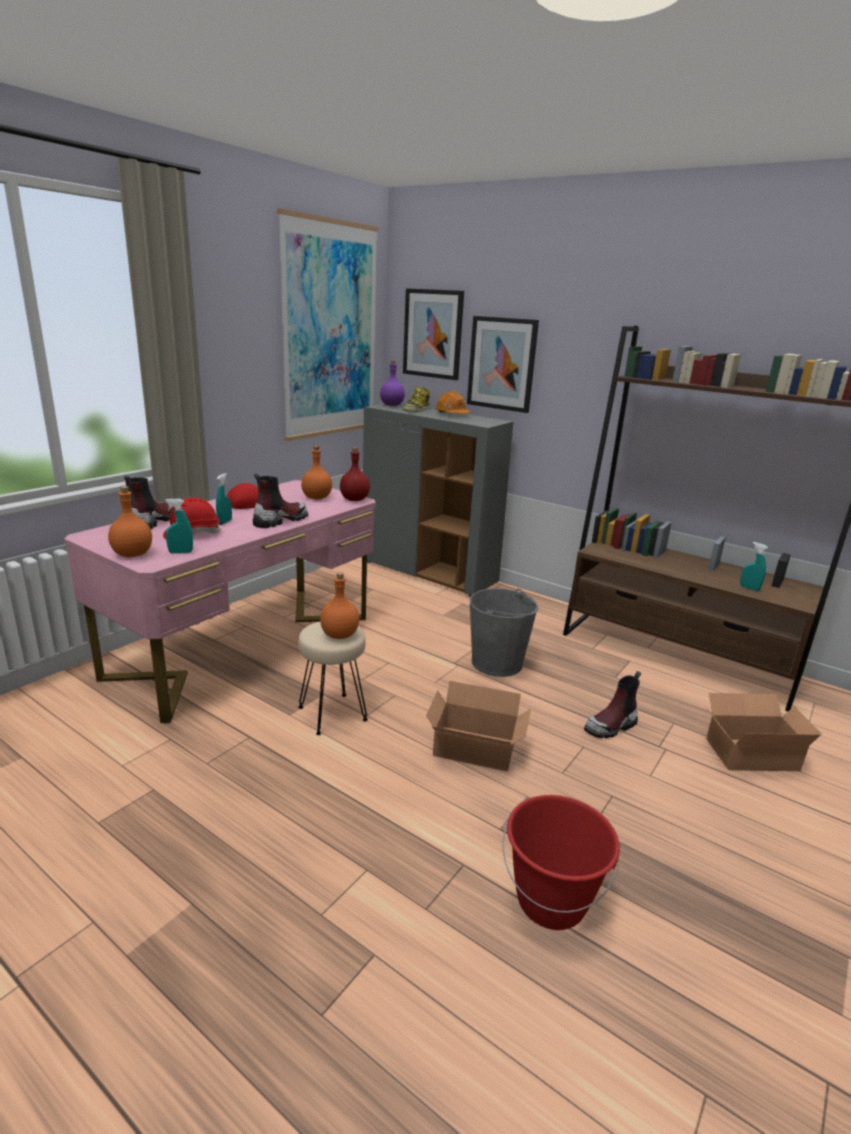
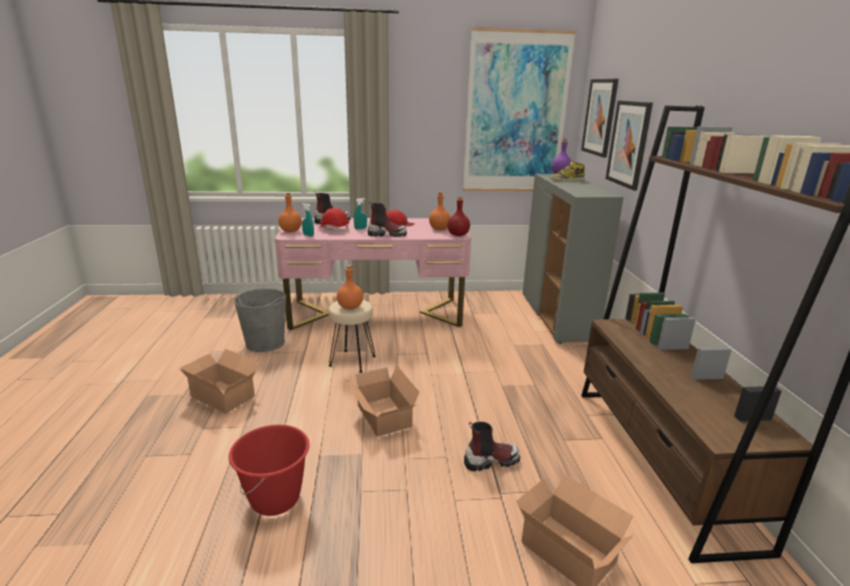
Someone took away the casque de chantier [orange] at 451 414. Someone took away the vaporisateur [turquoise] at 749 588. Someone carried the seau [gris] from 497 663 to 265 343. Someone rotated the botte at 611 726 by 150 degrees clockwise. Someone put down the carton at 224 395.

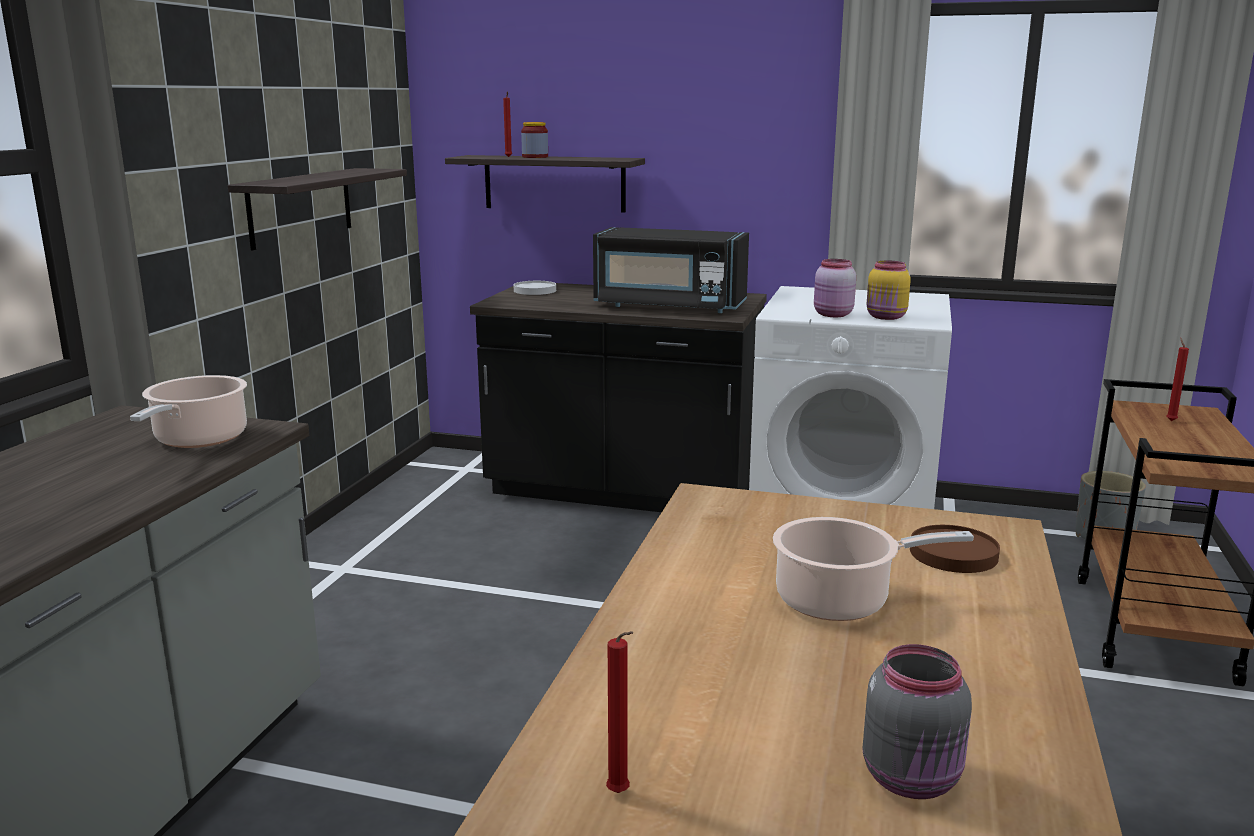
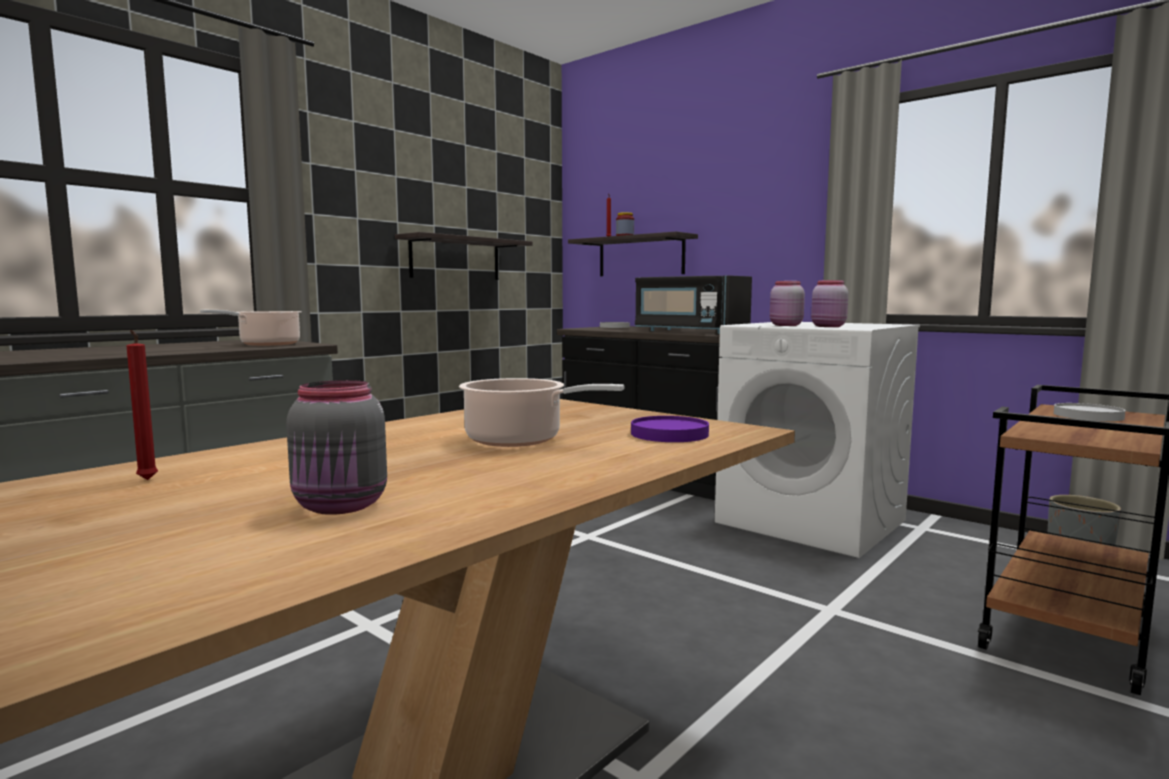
Someone repainted the bocal [jaune] at 886 317, which became the bocal [rose] at 828 326. Someone swapped the bougie [rouge] at 1170 420 for the assiette [blanc] at 1088 416. Someone repainted the assiette [marron] at 954 554, which became the assiette [violet] at 669 434.

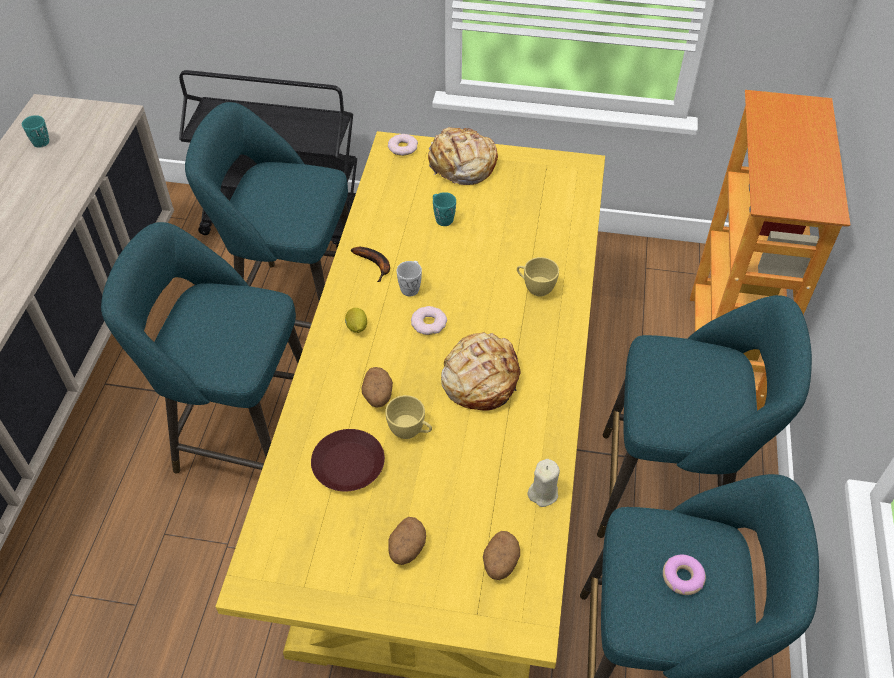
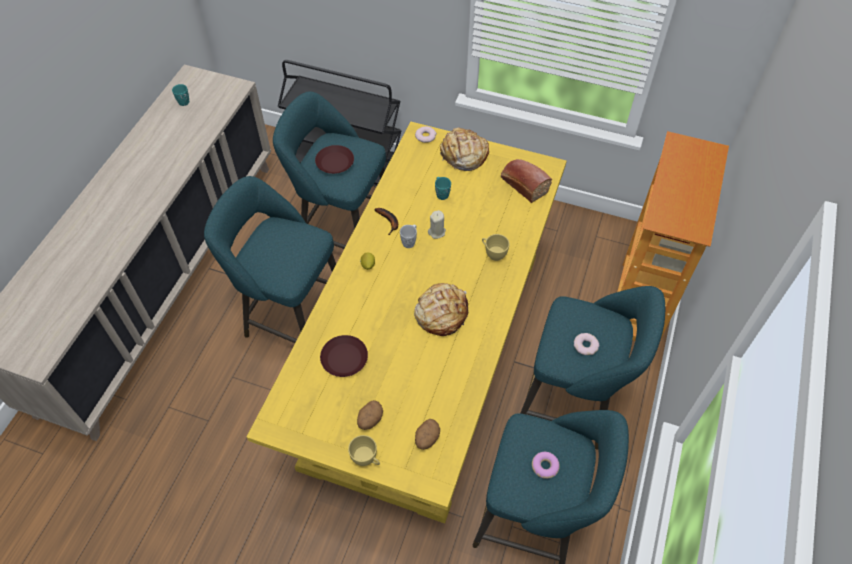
Someone carried the beignet from 429 323 to 585 345. Someone took away the pomme de terre at 377 396. Someone carried the tasse [jaune] from 410 431 to 366 459. Someone carried the bougie [beige] from 543 493 to 437 232. Someone put down the assiette [marron] at 335 163. Someone put down the pain at 522 185.

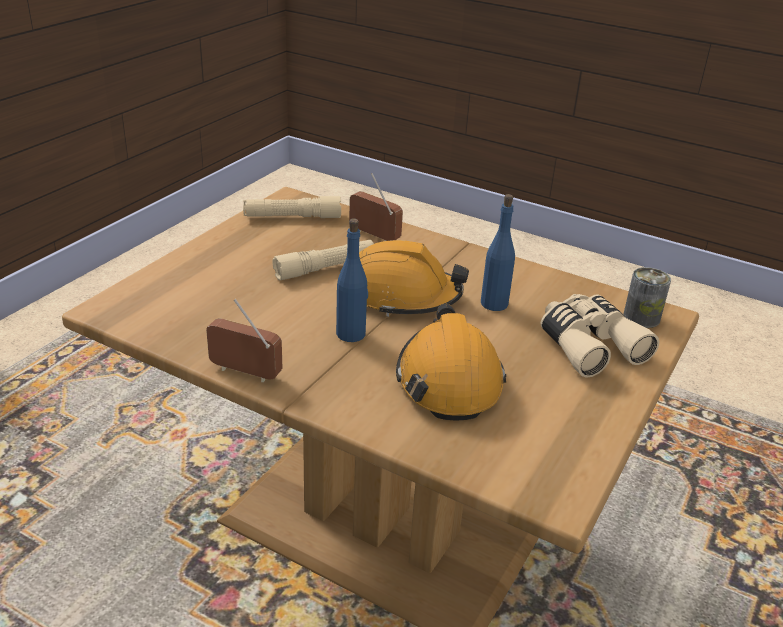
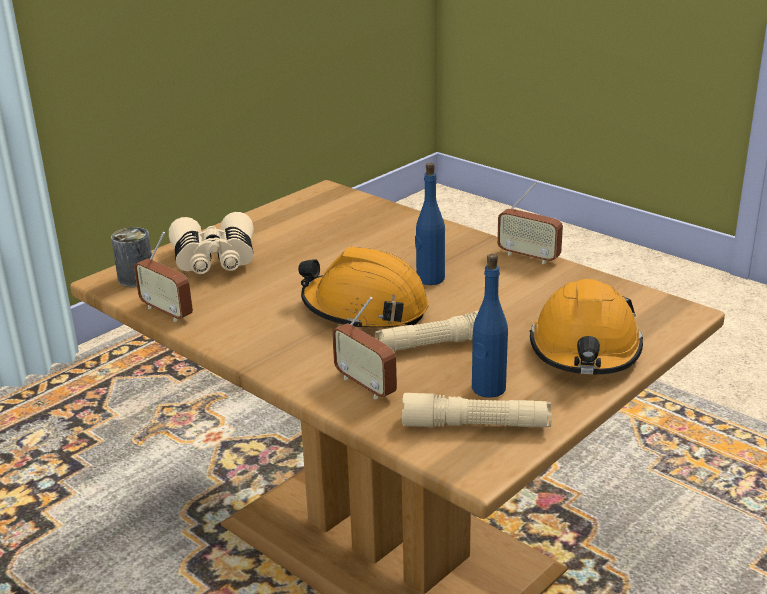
Someone carried the bouteille [bleu] from 494 303 to 488 389. Someone carried the casque de chantier [orange] from 448 379 to 585 350. Someone put down the radio at 167 312.

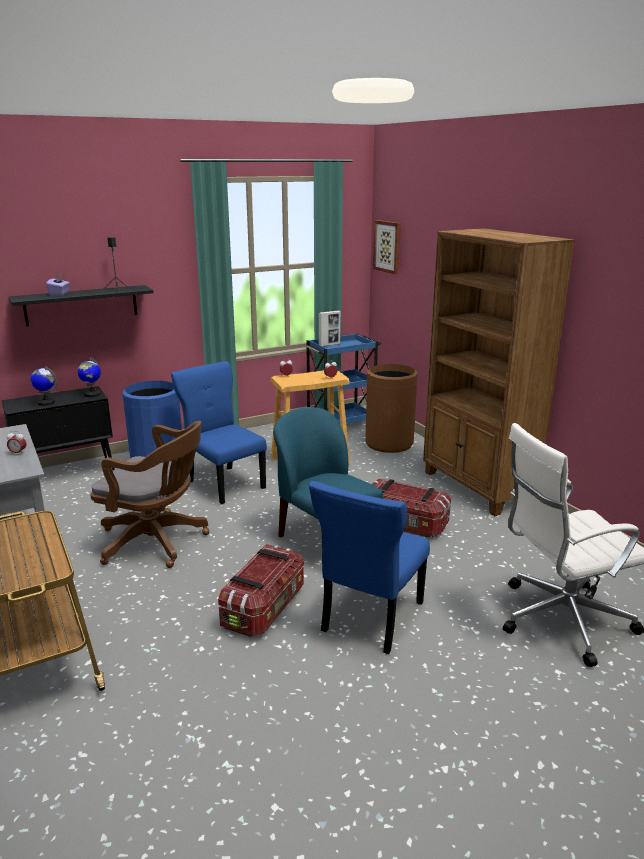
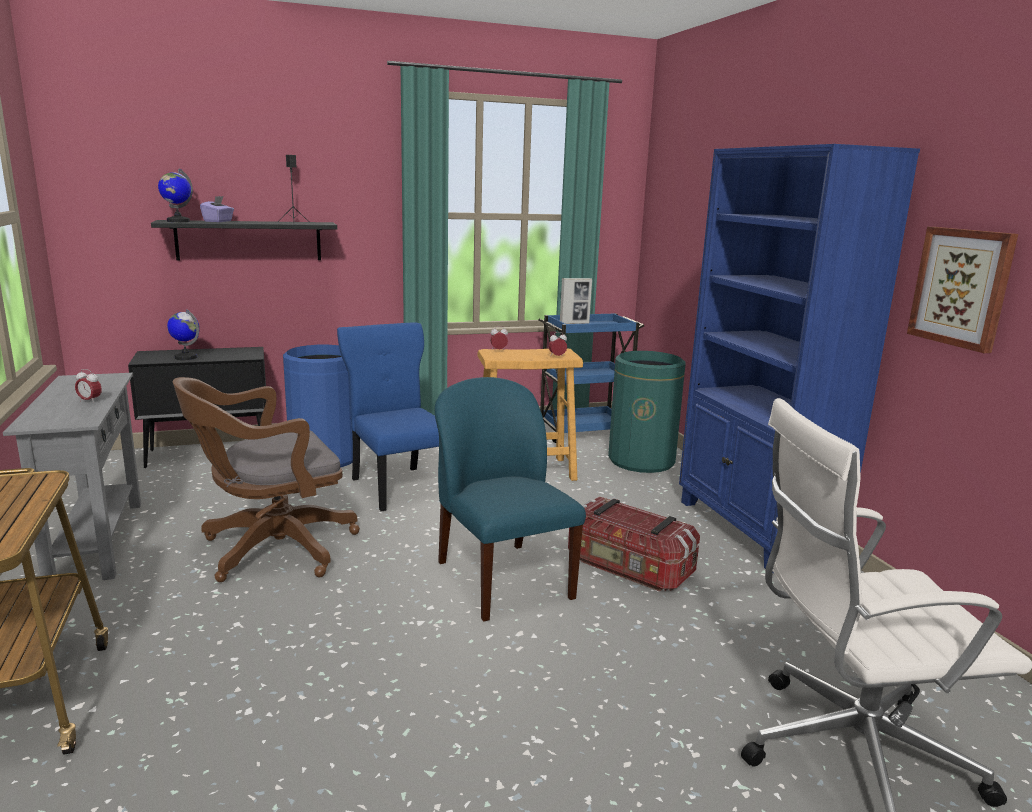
Someone carried the tableau from 388 246 to 961 287. Someone repainted the bibliothèque [marron] at 477 488, which became the bibliothèque [bleu] at 754 530. Someone carried the globe from 92 394 to 178 221. Someone repainted the poubelle [marron] at 389 443, which became the poubelle [vert] at 641 460. Someone rotated the chaise de bureau [marron] at 157 542 by 120 degrees clockwise. Someone took away the chaise [bleu] at 370 618. Someone took away the boîte de rangement at 265 608.

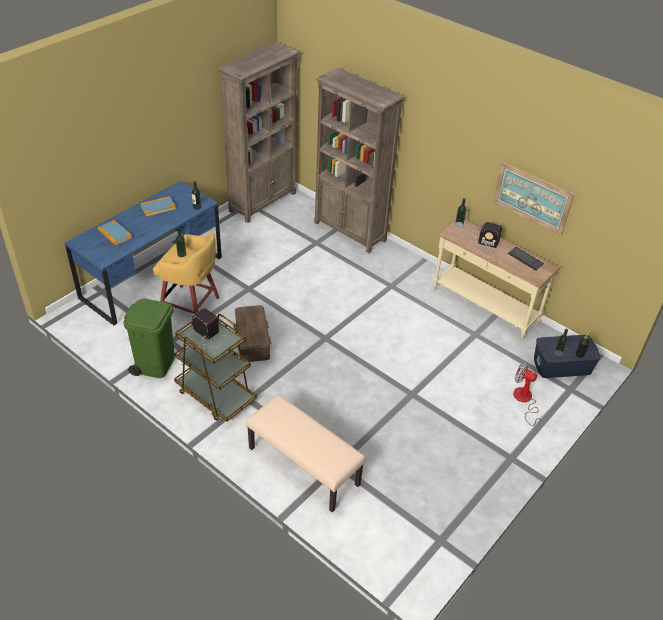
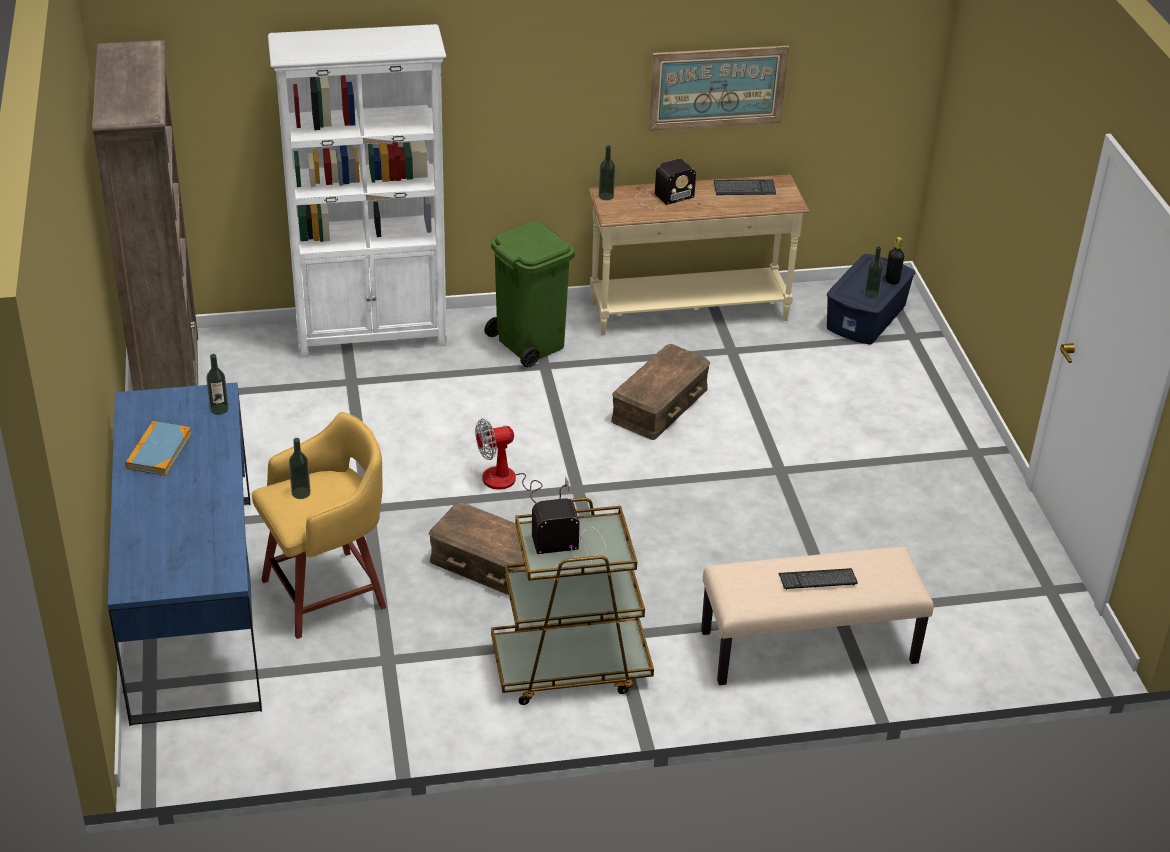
Someone repainted the bibliothèque [marron] at 350 232, which became the bibliothèque [blanc] at 372 335. Someone took away the livre at 115 234. Someone carried the poubelle [vert] from 155 364 to 529 342. Someone carried the ventilateur from 524 400 to 510 483. Someone put down the boîte de rangement [marron] at 660 405. Someone put down the clavier at 817 580.

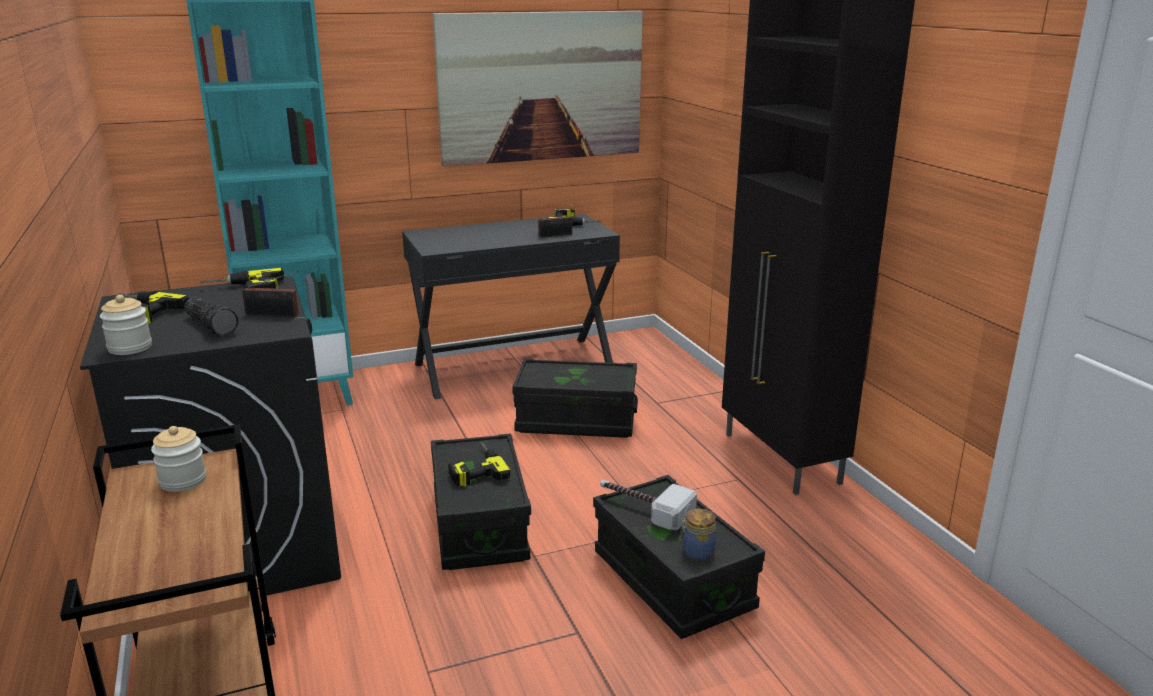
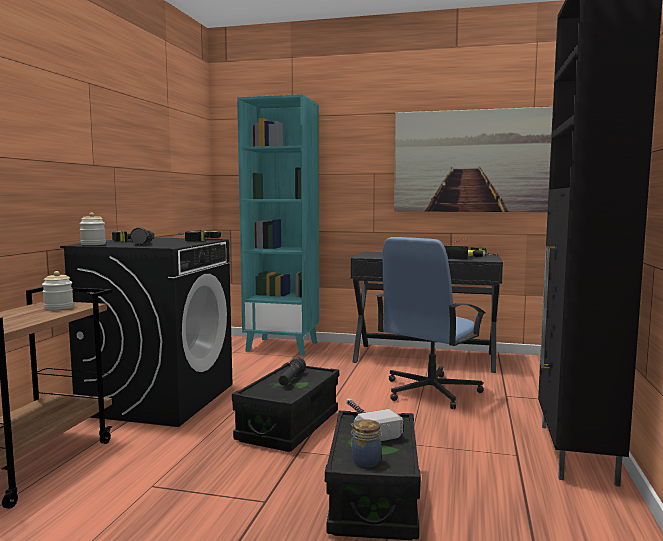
Someone took away the radio at 275 315. Someone swapped the boîte de rangement [noir] at 576 420 for the chaise de bureau [bleu] at 429 391. Someone swapped the perceuse at 474 468 for the lampe de poche [noir] at 291 380.

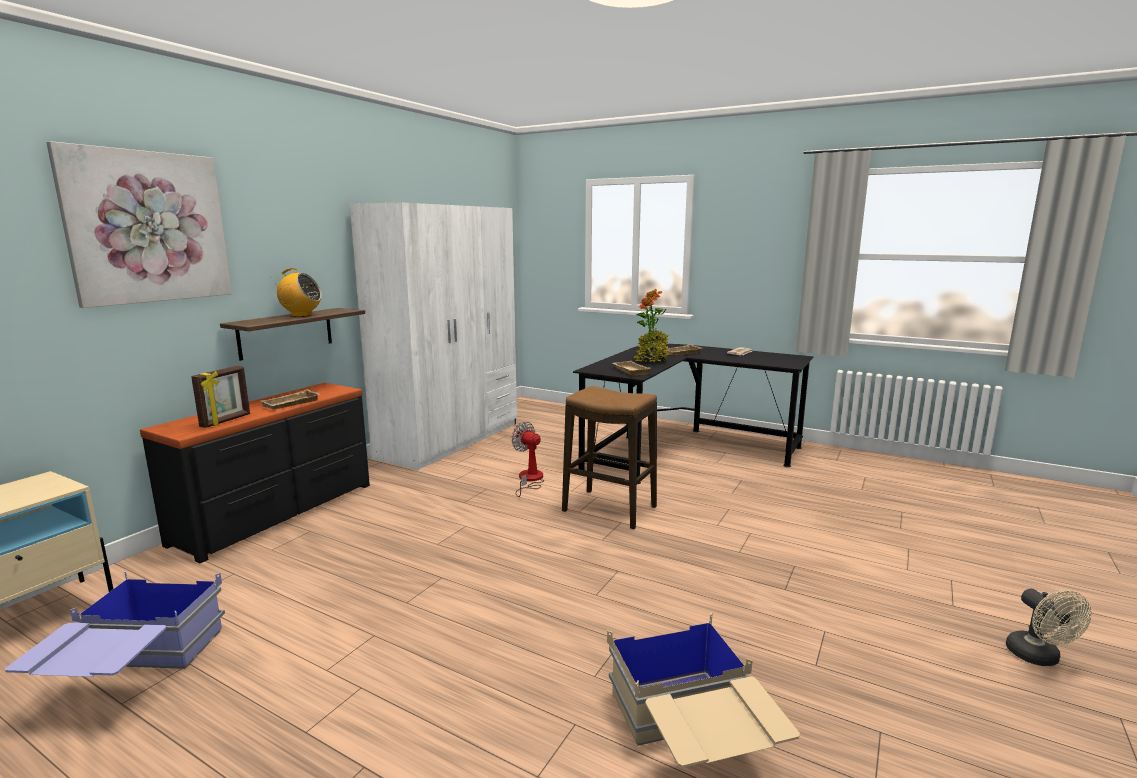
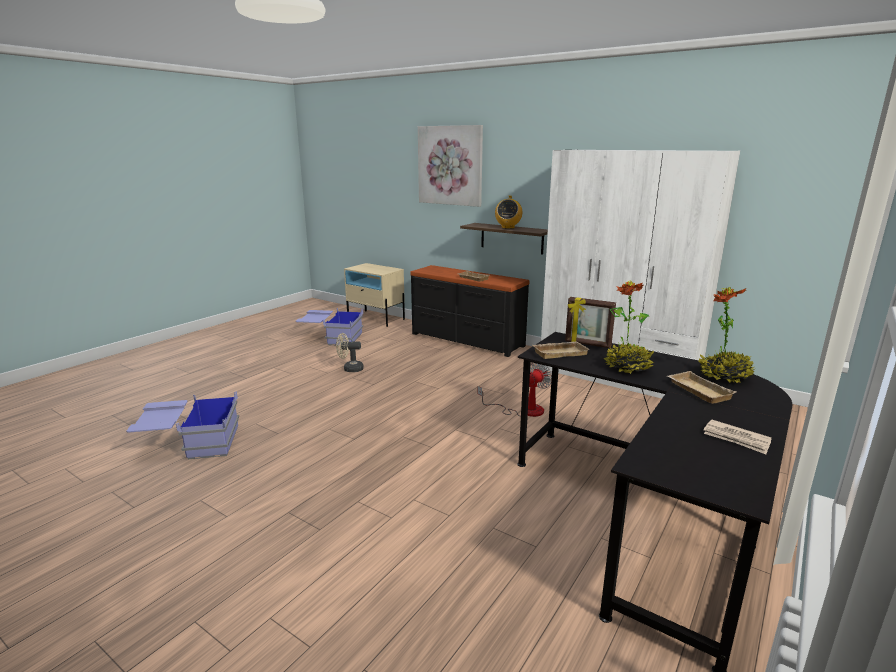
Someone carried the cadre photo from 226 421 to 587 344. Someone took away the tabouret at 609 509. Someone carried the ventilateur [beige] from 1039 658 to 350 369. Someone repainted the boîte de rangement [beige] at 692 741, which became the boîte de rangement [bleu] at 190 444.

